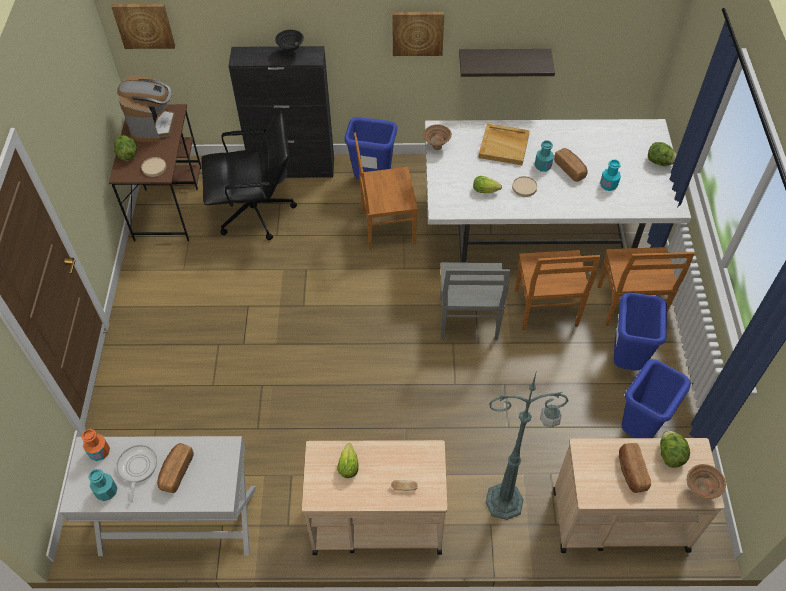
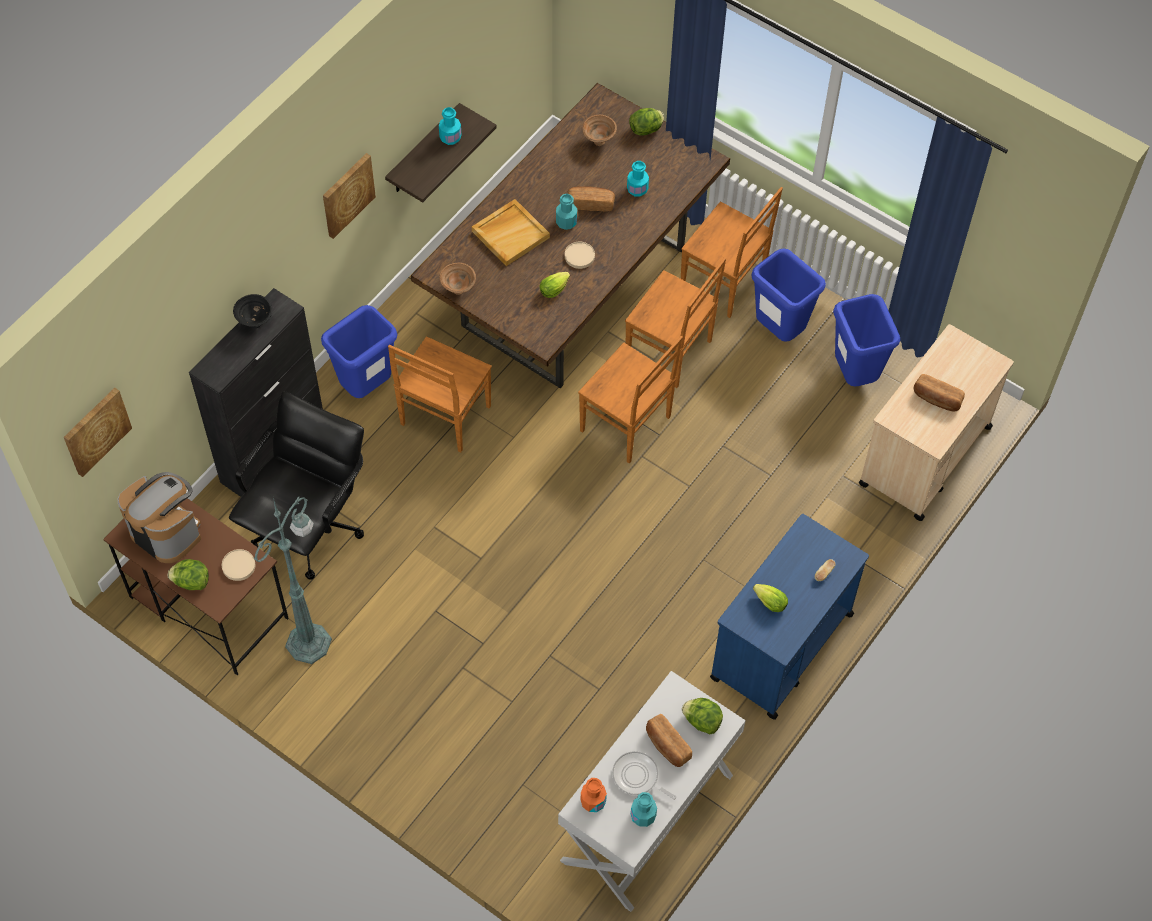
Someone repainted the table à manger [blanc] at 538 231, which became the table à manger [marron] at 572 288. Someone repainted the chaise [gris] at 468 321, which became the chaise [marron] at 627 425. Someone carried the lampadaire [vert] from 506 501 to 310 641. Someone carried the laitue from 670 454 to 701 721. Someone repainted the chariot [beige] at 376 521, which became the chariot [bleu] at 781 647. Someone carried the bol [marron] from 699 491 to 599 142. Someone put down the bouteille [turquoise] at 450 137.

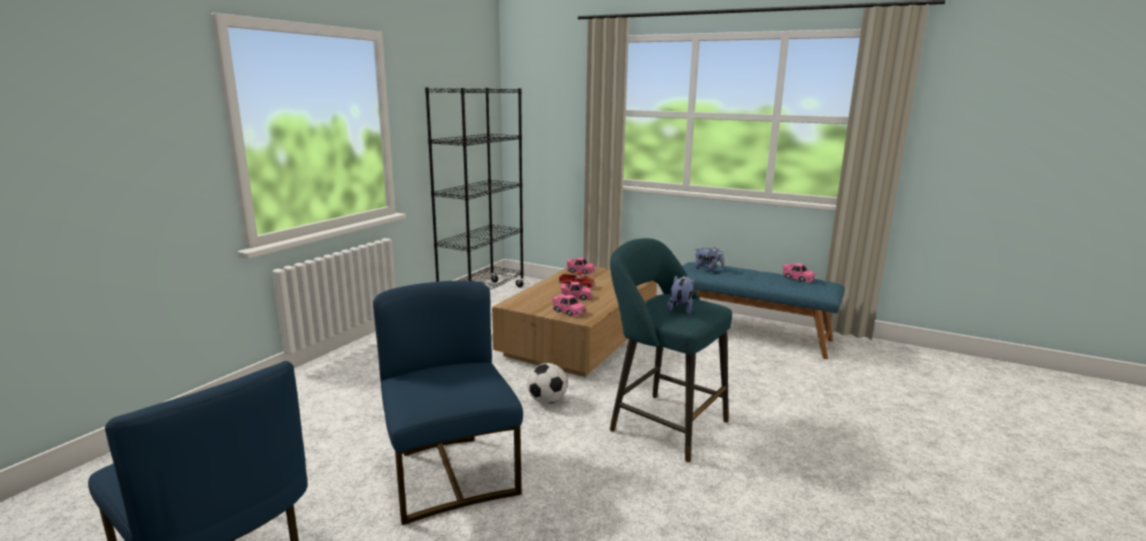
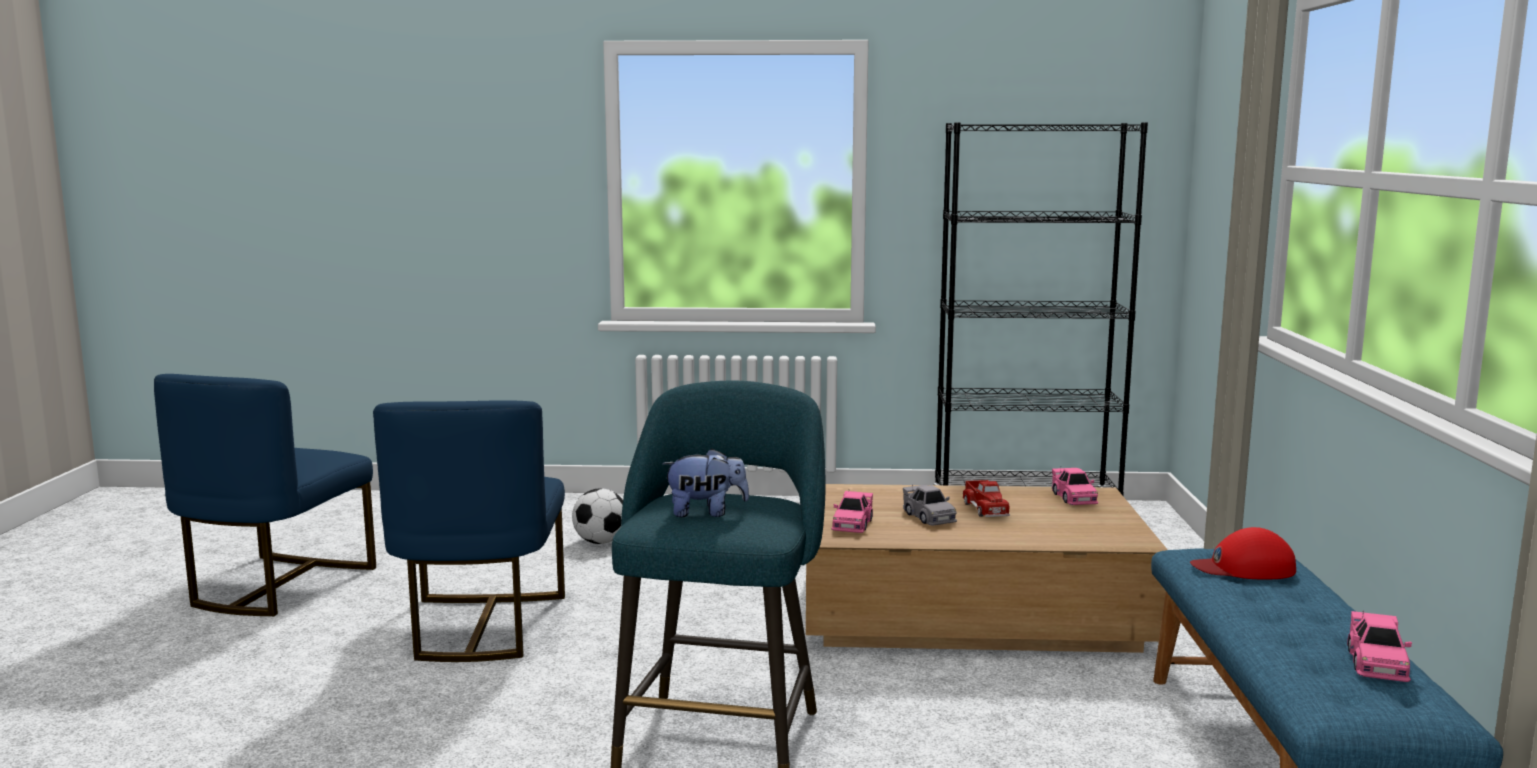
Someone swapped the peluche at 708 269 for the casquette [rouge] at 1244 568. Someone rotated the chaise [bleu] at 451 474 by 135 degrees clockwise. Someone repainted the petite voiture [rose] at 576 297, which became the petite voiture [gris] at 929 517. Someone carried the ballon de foot from 547 401 to 601 542.

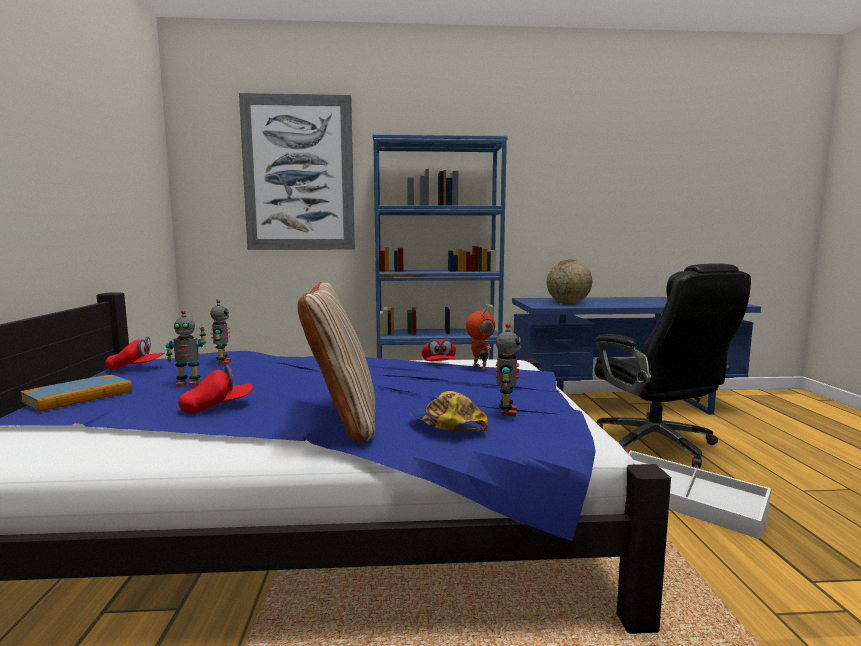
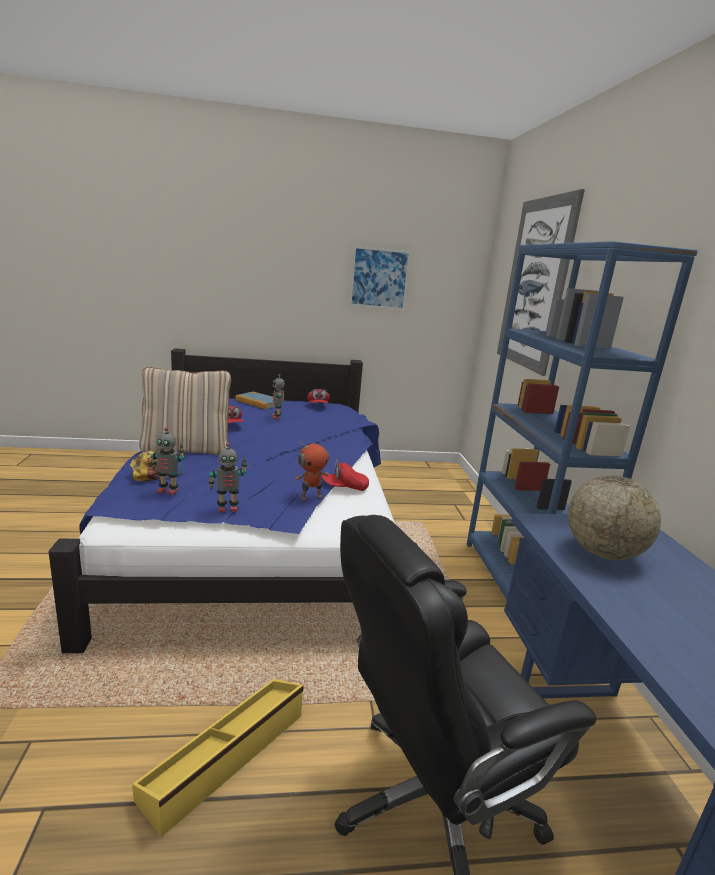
Someone carried the robot jouet from 222 362 to 227 508. Someone repainted the boîte de rangement [blanc] at 687 505, which became the boîte de rangement [jaune] at 227 756. Someone put up the tableau at 379 278.

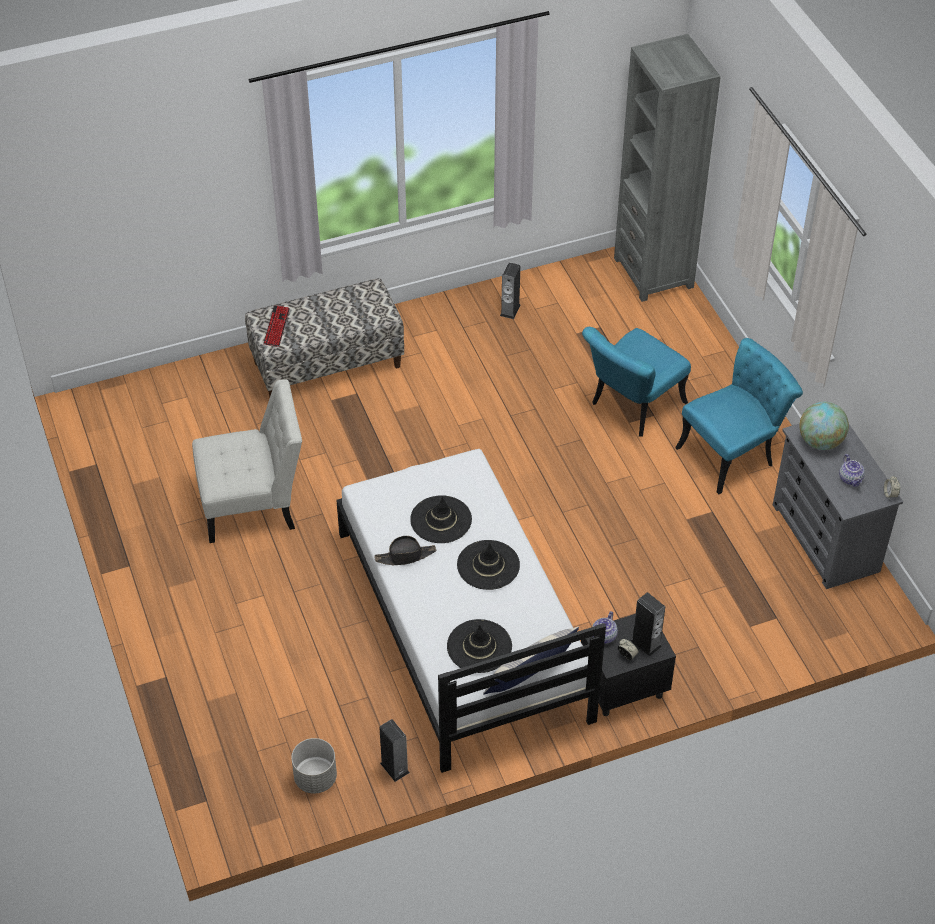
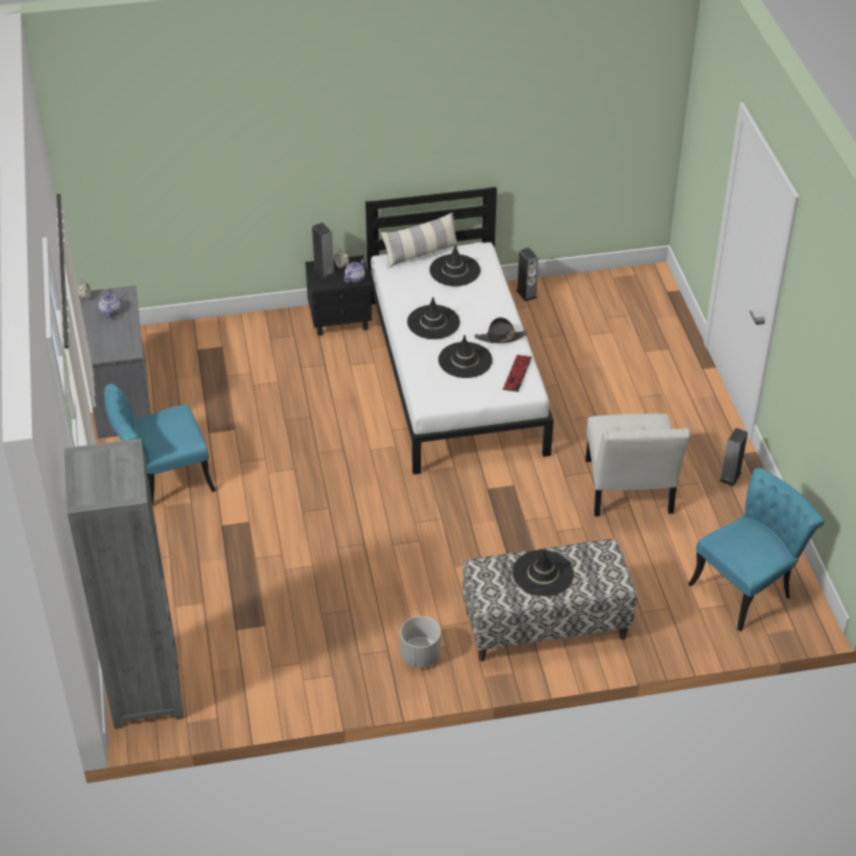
Someone carried the enceinte from 510 310 to 730 476. Someone carried the clavier from 276 327 to 517 374. Someone carried the chaise [turquoise] from 631 408 to 748 587. Someone rotated the chaise [blanc] at 254 504 by 90 degrees counterclockwise. Someone took away the globe at 820 442. Someone carried the cache-pot [gris] from 316 778 to 420 655. Someone put down the chapeau [noir] at 543 573.

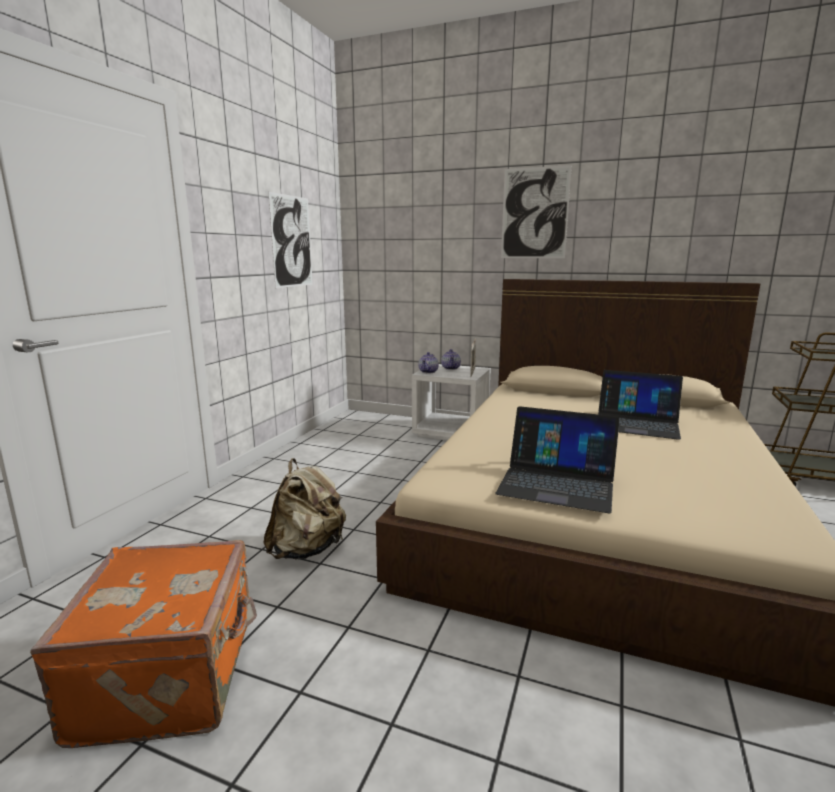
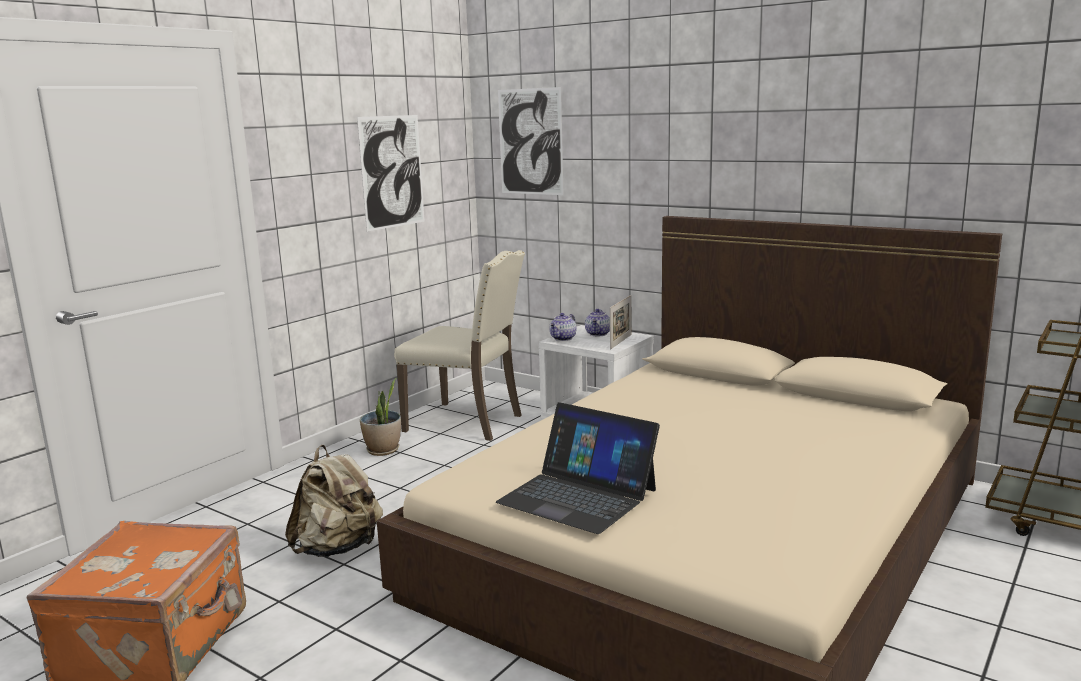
Someone carried the tableau from 534 213 to 530 142. Someone took away the ordinateur portable at 636 423. Someone put down the chaise [beige] at 467 422. Someone put down the plante en pot at 383 450.

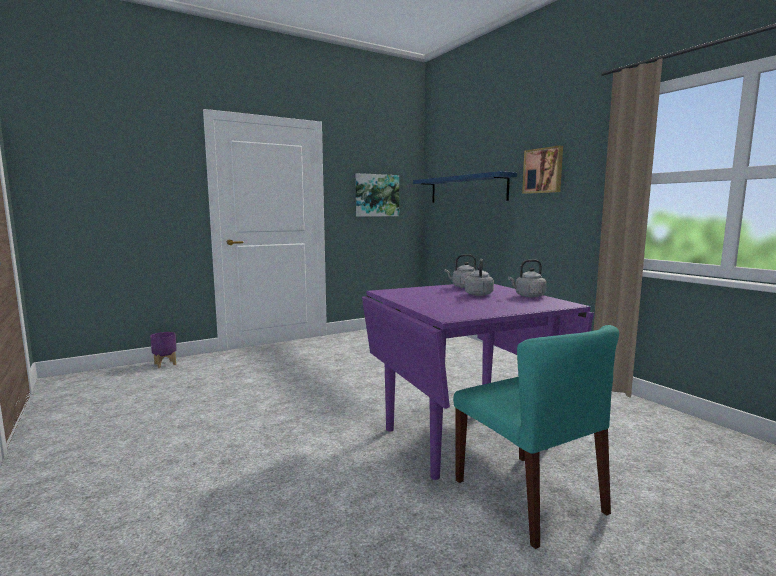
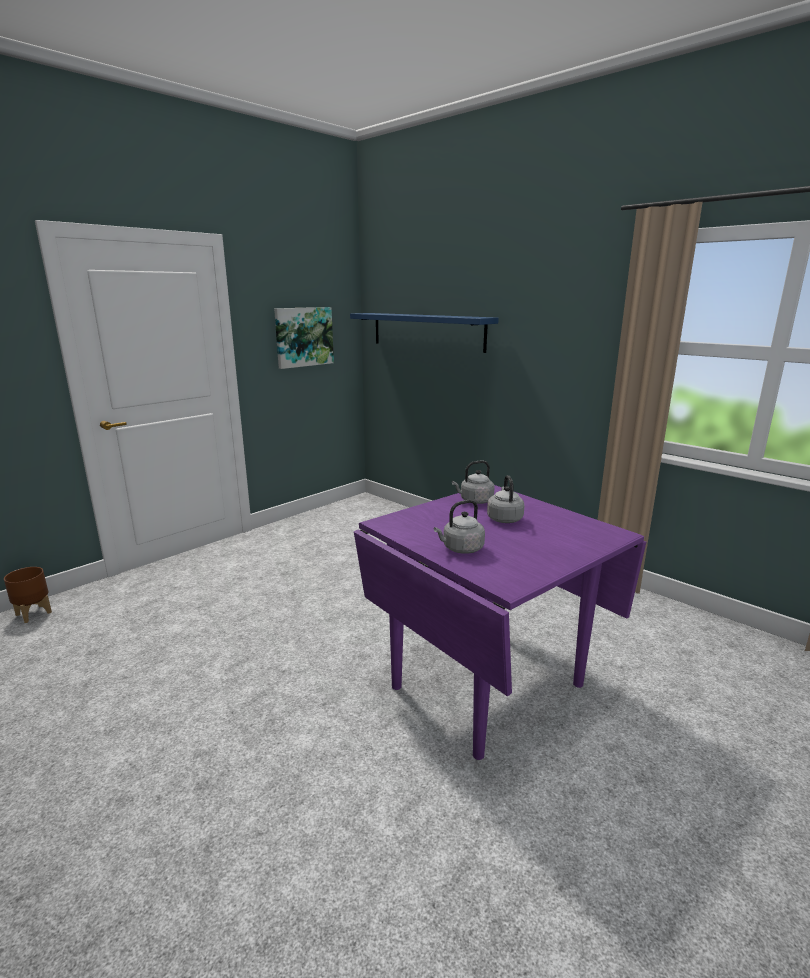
Someone took away the tableau at 543 170. Someone carried the bouilloire [gris] from 528 296 to 461 549. Someone took away the chaise [turquoise] at 529 496. Someone repainted the cache-pot [violet] at 165 364, which became the cache-pot [marron] at 34 614.

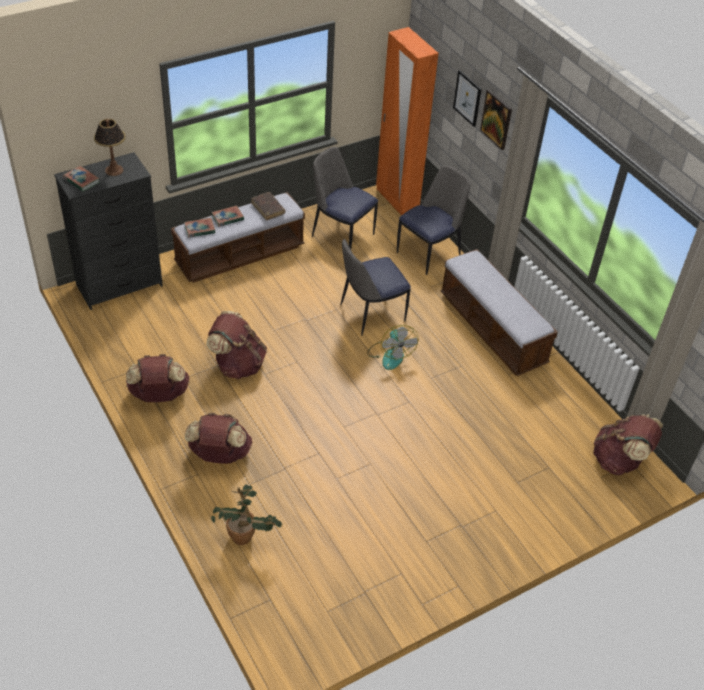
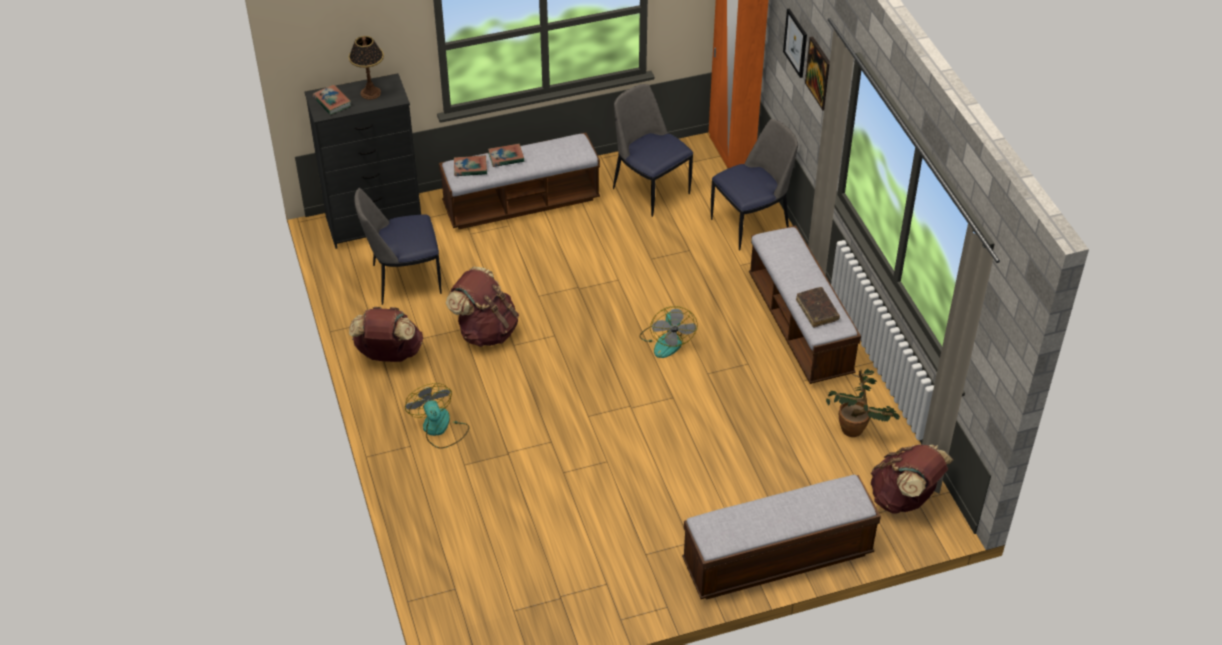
Someone carried the livre [marron] from 268 209 to 817 310. Someone carried the chaise from 370 314 to 404 280. Someone swapped the sac à dos [marron] at 219 455 for the ventilateur at 439 429. Someone carried the plante en pot from 246 539 to 856 432. Someone put down the banc at 777 558.

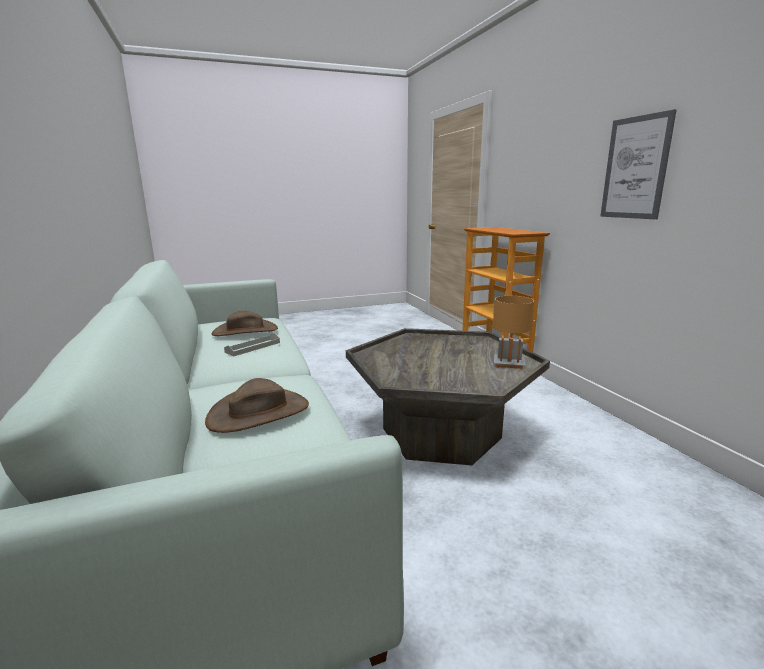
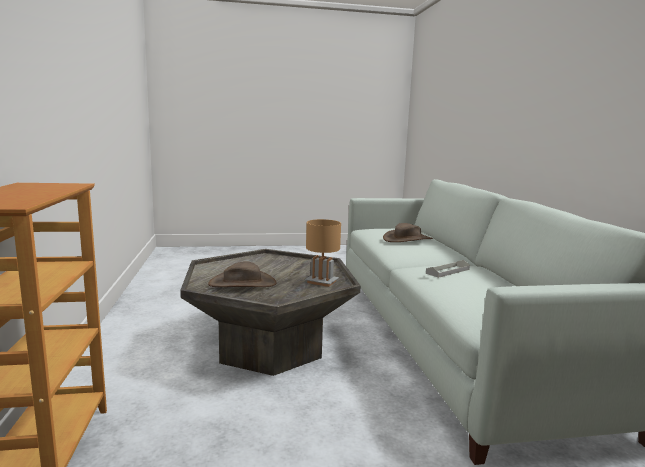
Someone took away the tableau at 635 168. Someone carried the lampe de table [marron] from 509 363 to 321 282. Someone carried the chapeau [marron] from 245 331 to 242 283.

